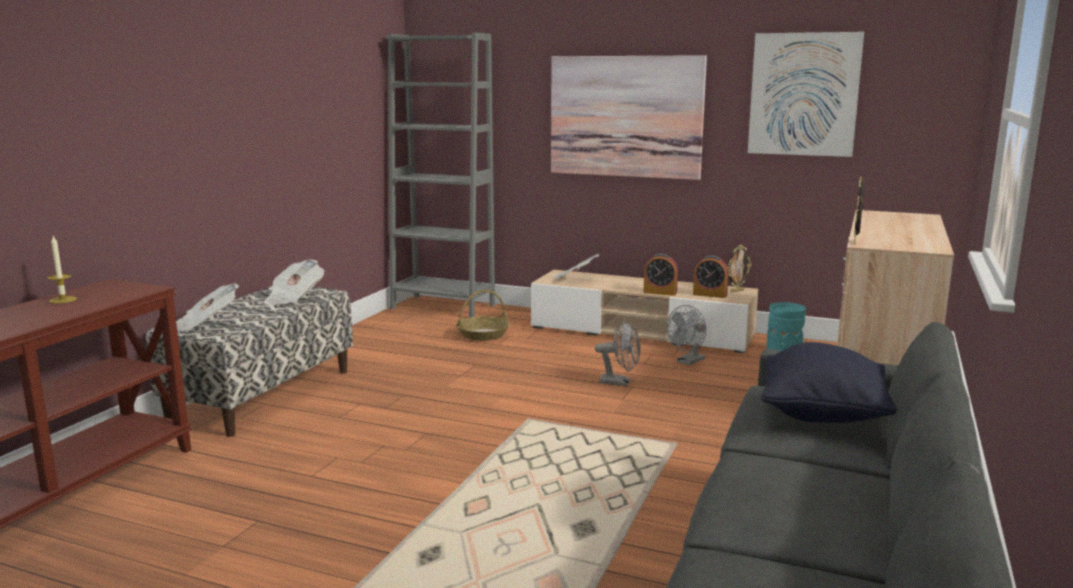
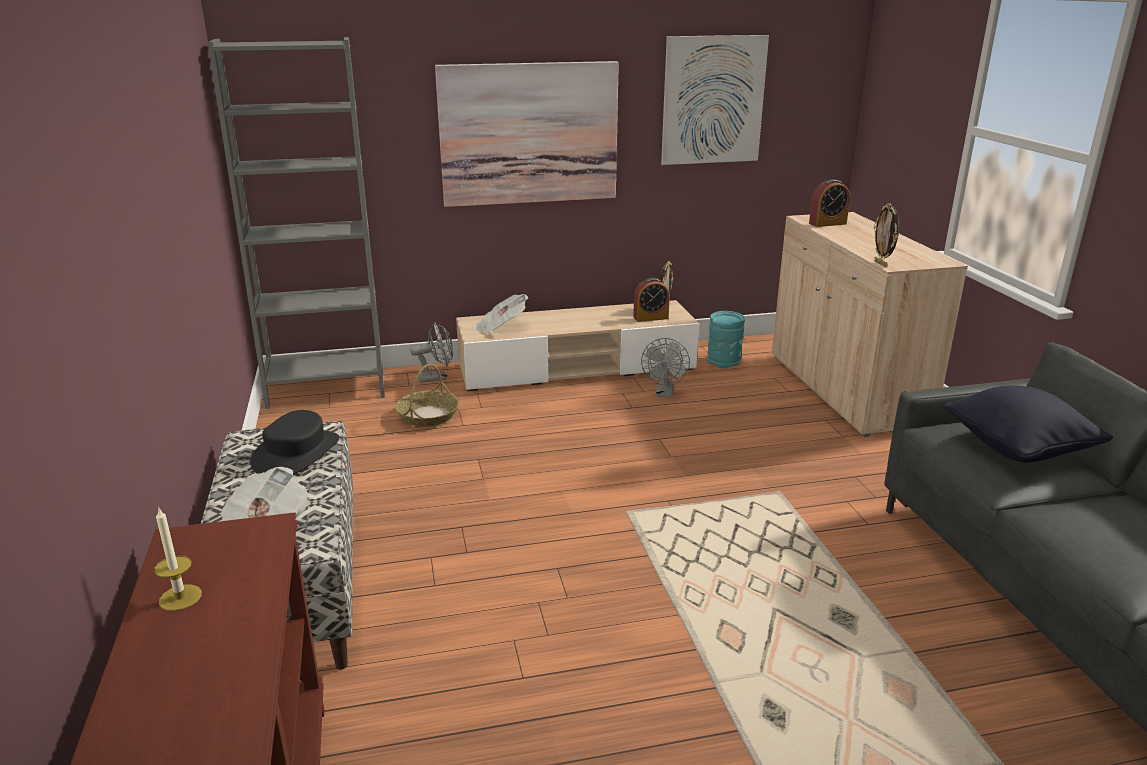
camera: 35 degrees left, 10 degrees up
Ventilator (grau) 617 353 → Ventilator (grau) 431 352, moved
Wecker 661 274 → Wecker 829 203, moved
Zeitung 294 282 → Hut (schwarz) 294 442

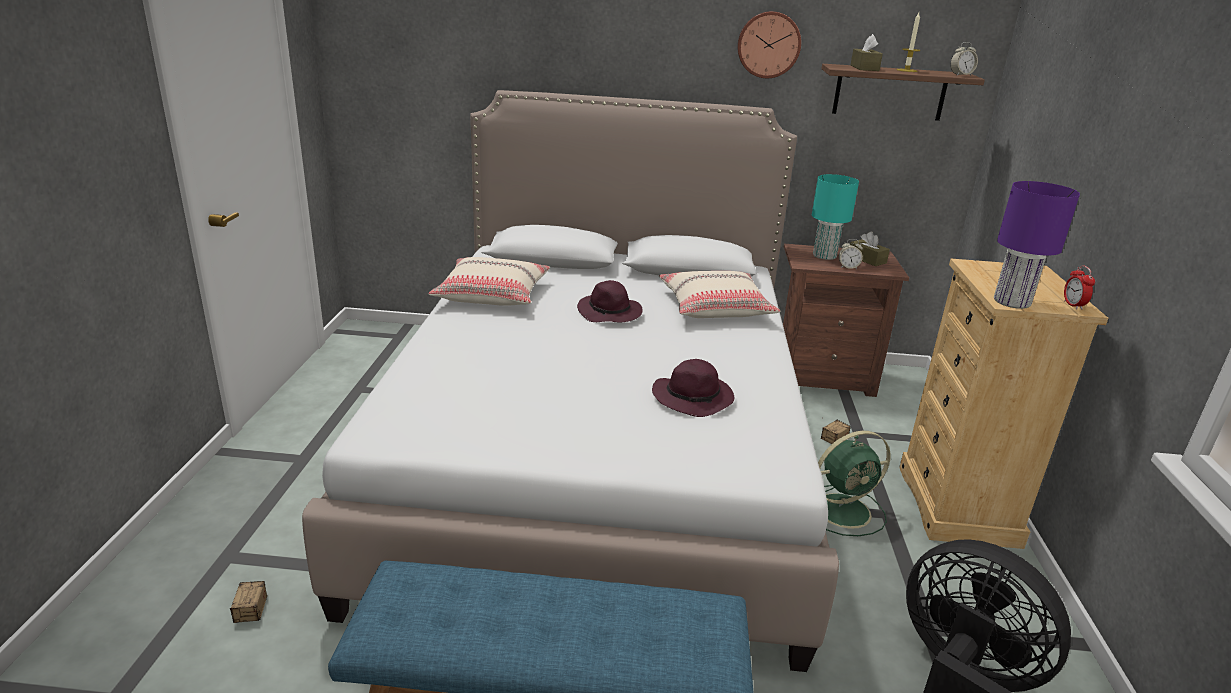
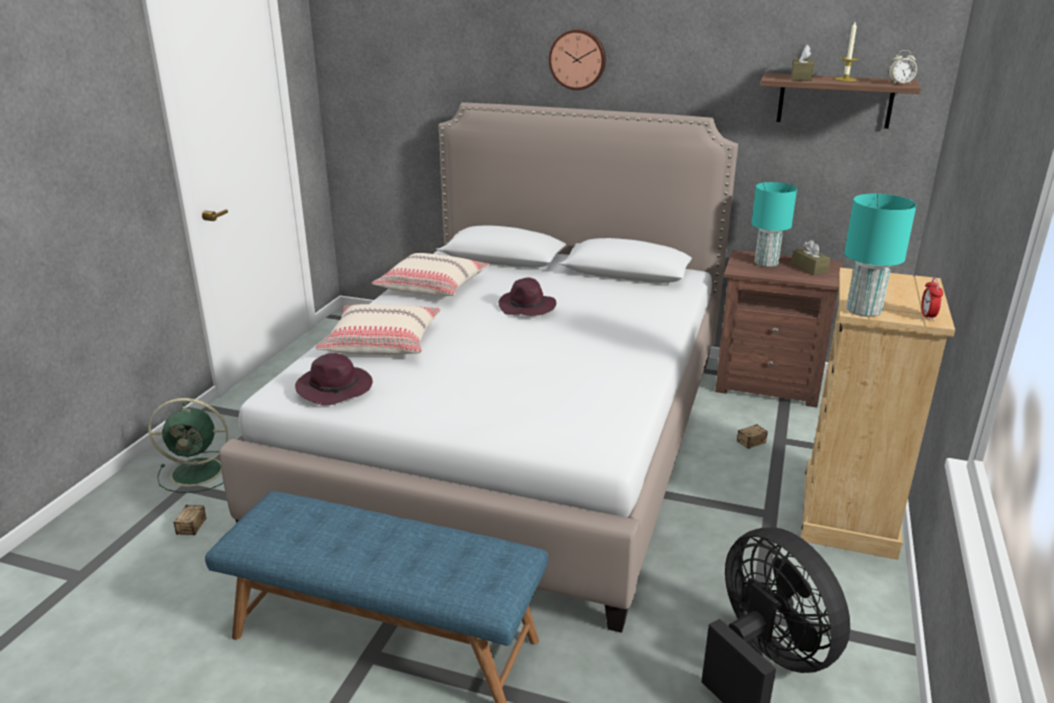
camera: 15 degrees right, 0 degrees up
Wecker 851 254 → -
Hut (lila) 693 388 → Hut (lila) 334 379, moved
Kissen (beige) 719 294 → Kissen (beige) 378 329, moved
Wanduhr 769 44 → Wanduhr 577 59, moved
Ventilator (grün) 854 483 → Ventilator (grün) 188 445, moved
Tischlampe (lila) 1037 245 → Tischlampe (türkis) 880 255

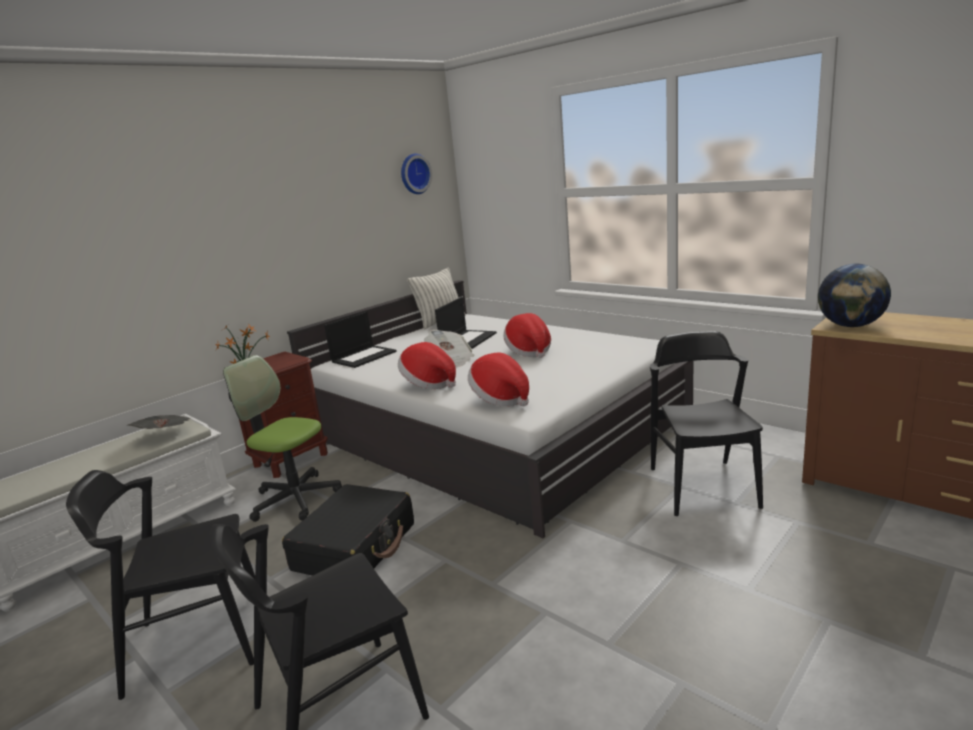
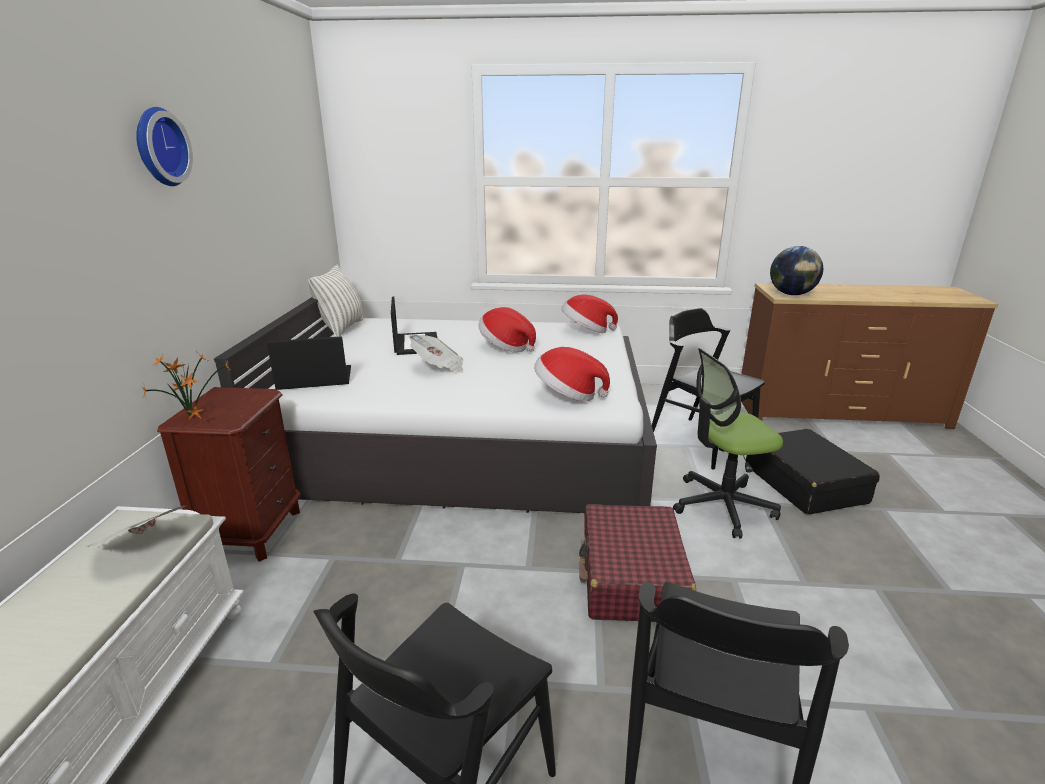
camera: 40 degrees left, 5 degrees up
- → Koffer (rot) 637 563
Bürostuhl 282 438 → Bürostuhl 728 443, moved
Koffer (schwarz) 348 530 → Koffer (schwarz) 813 472, moved
Hut 427 365 → Hut 589 313, moved
Wanduhr 416 174 → Wanduhr 164 146, moved
Laptop 360 340 → Laptop 309 363, 105 degrees counterclockwise

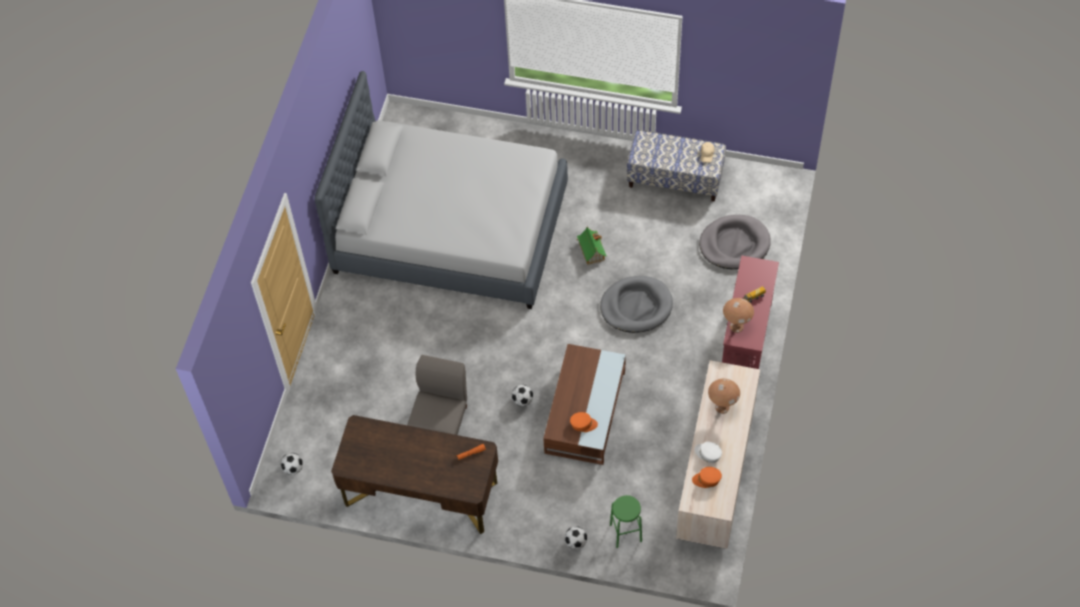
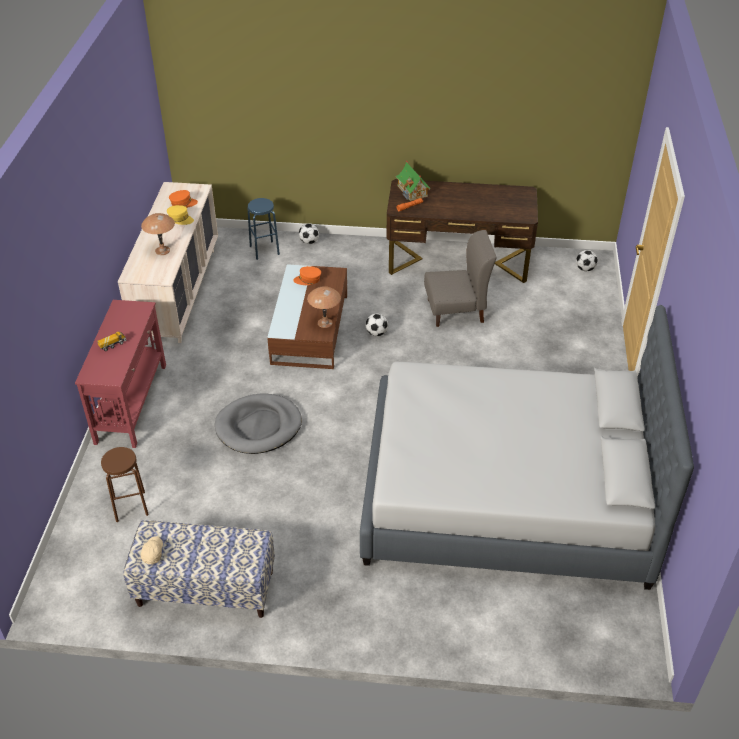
camera: 170 degrees right, 15 degrees down
Spielzeughaus 591 246 → Spielzeughaus 413 180, moved
Tischlampe (braun) 738 315 → Tischlampe (braun) 324 307, moved
Hundebett (grau) 735 242 → Hocker (braun) 125 484
Hocker (grün) 626 521 → Hocker (blau) 263 229
Kappe (weiß) 708 452 → Kappe (gelb) 180 215
Stuhl (grau) 437 395 → Stuhl (grau) 460 278, 105 degrees counterclockwise

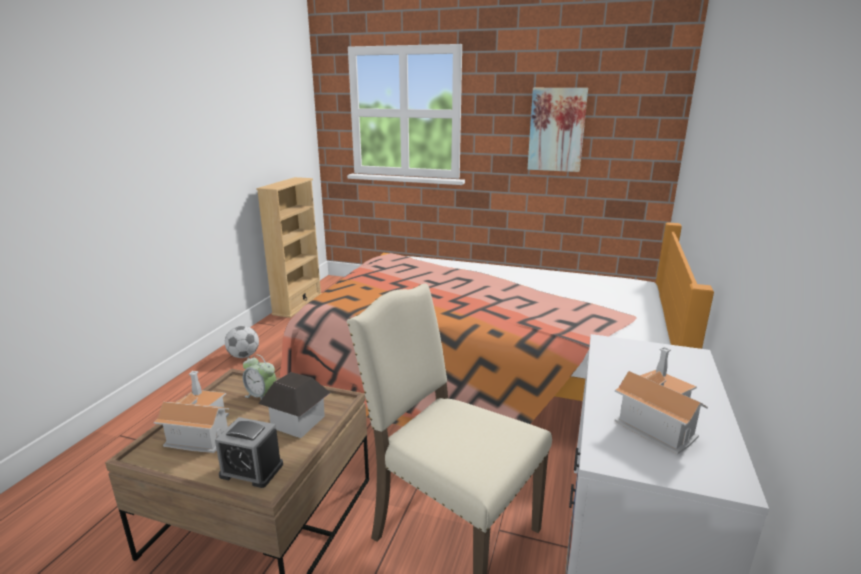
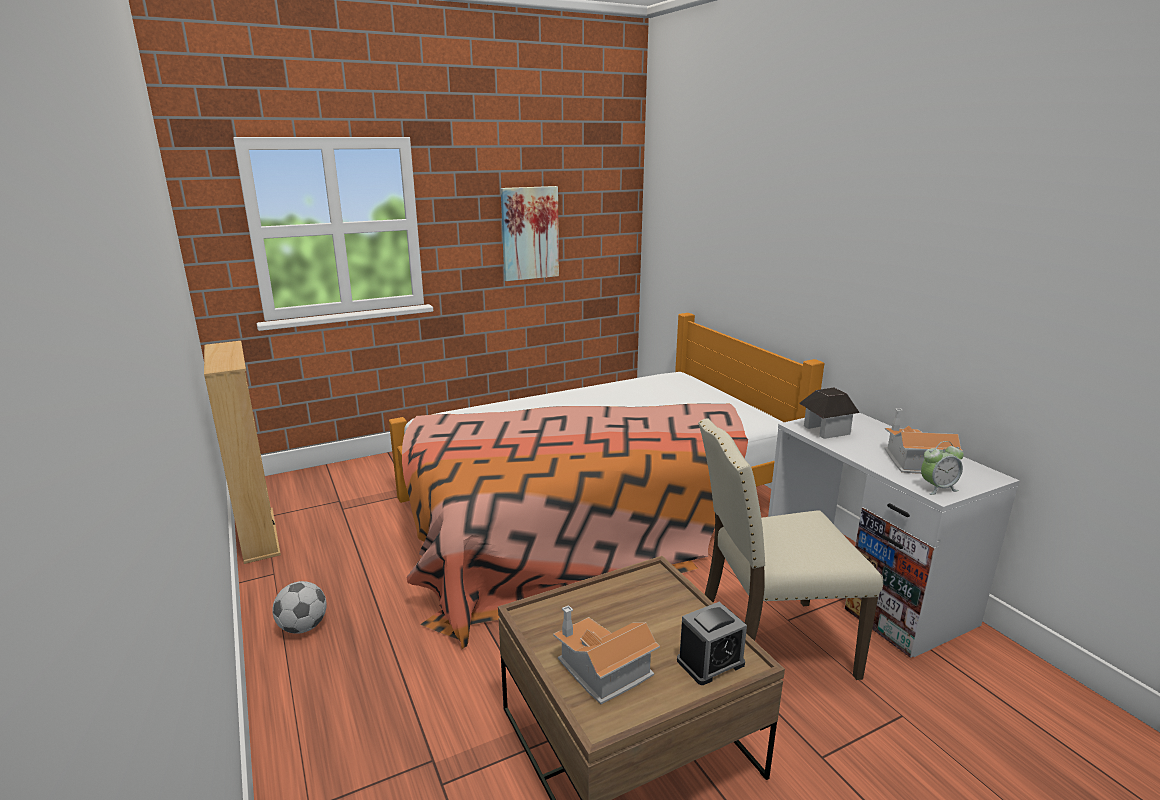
camera: 45 degrees left, 0 degrees up
Wecker 259 376 → Wecker 942 468, moved
Spielzeughaus 294 405 → Spielzeughaus 829 413, moved

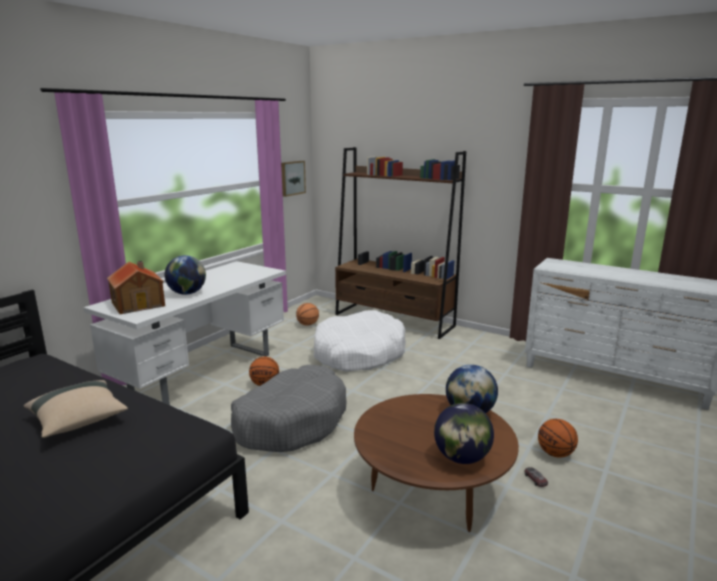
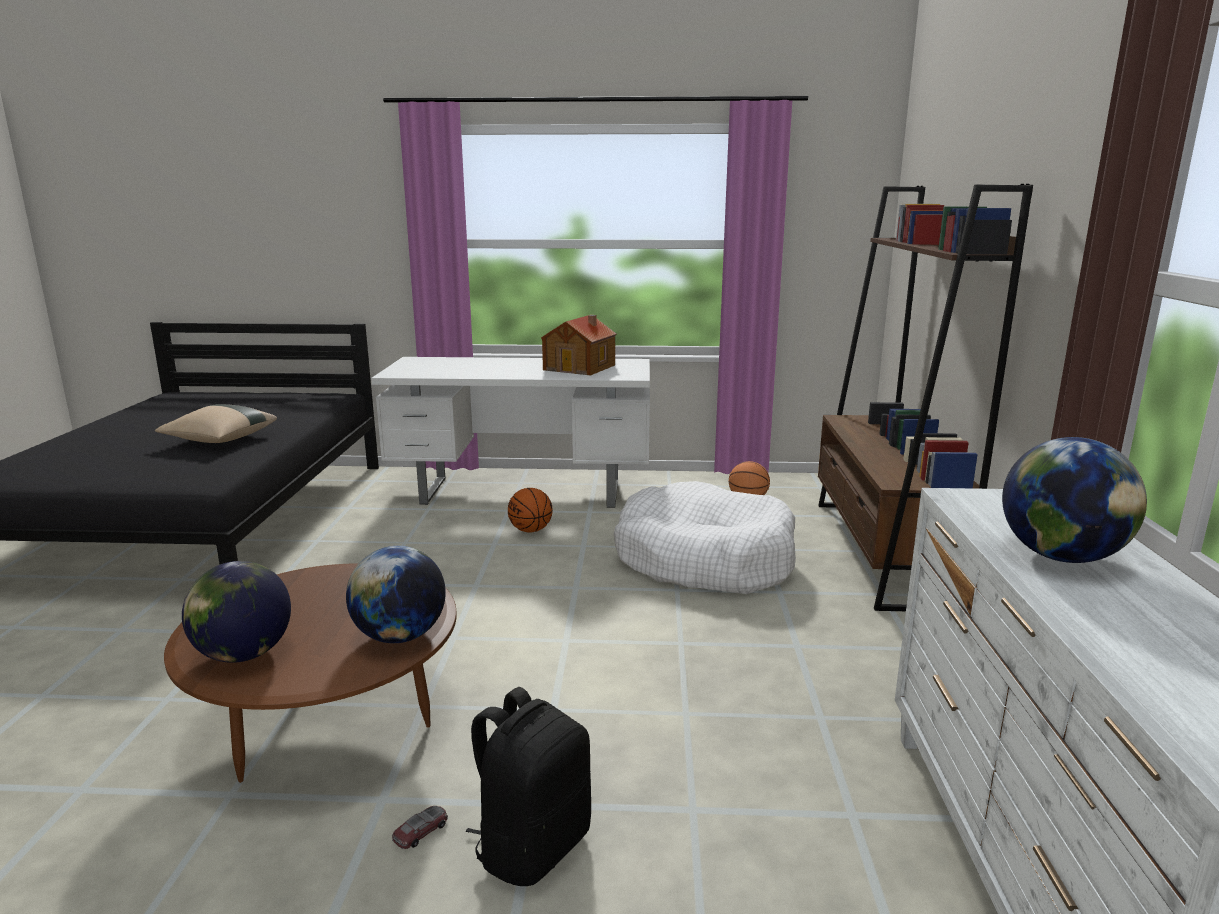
camera: 60 degrees right, 0 degrees up
Hundebett (grau) 289 408 → -
Bild 293 179 → -
Spielzeughaus 136 287 → Spielzeughaus 578 345, moved
Globus 185 275 → Globus 1074 500, moved
Basketball 558 438 → Rucksack (schwarz) 528 786

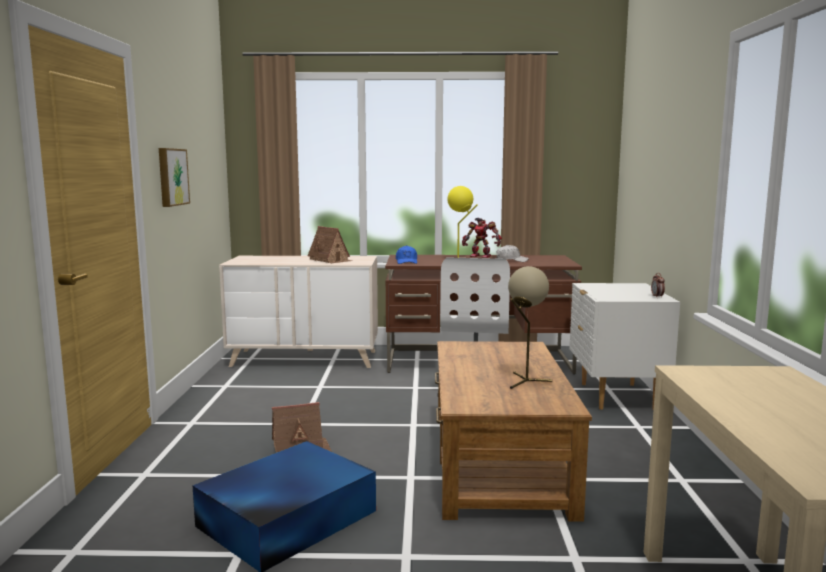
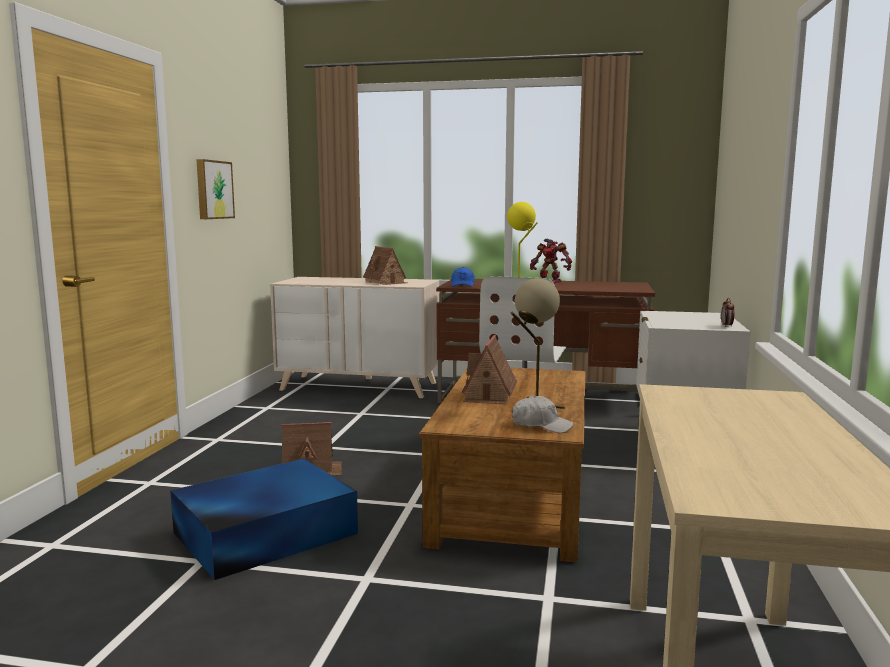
camera: 10 degrees right, 0 degrees up
- → Spielzeughaus 489 370
Kappe (weiß) 512 253 → Kappe (weiß) 543 414, moved

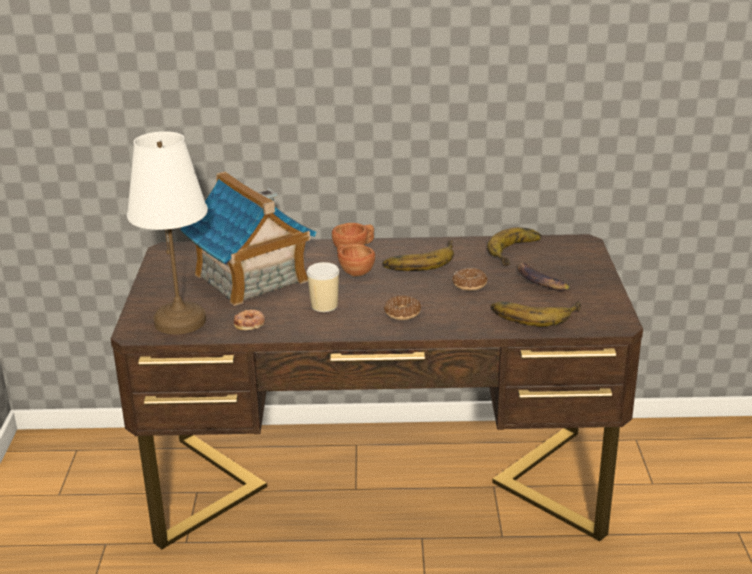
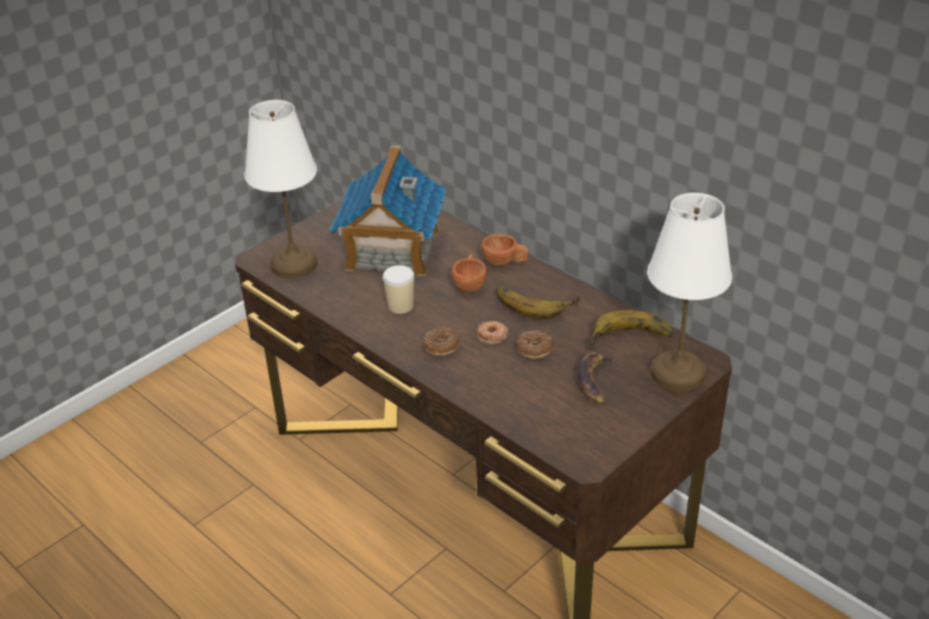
camera: 45 degrees right, 10 degrees up
Banane 536 314 → -
- → Tischlampe (weiß) 689 292
Donut 249 320 → Donut 492 332, moved

